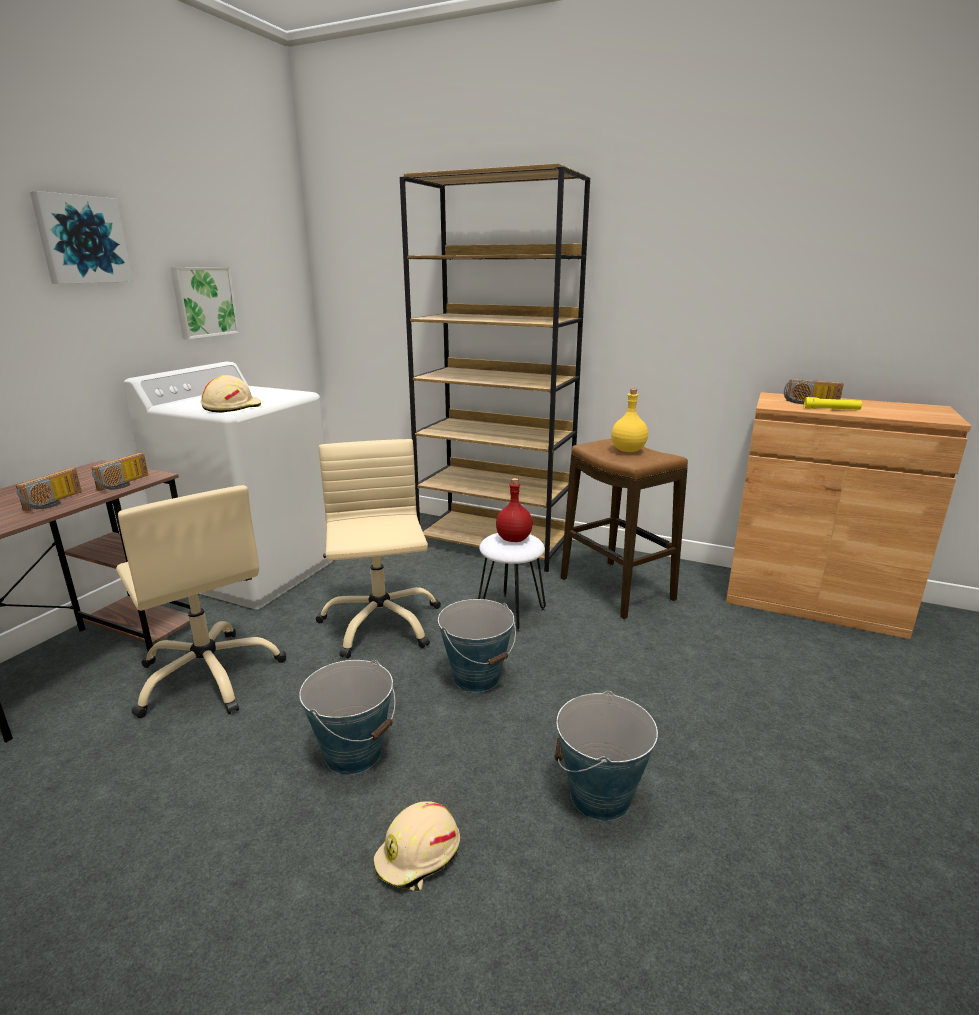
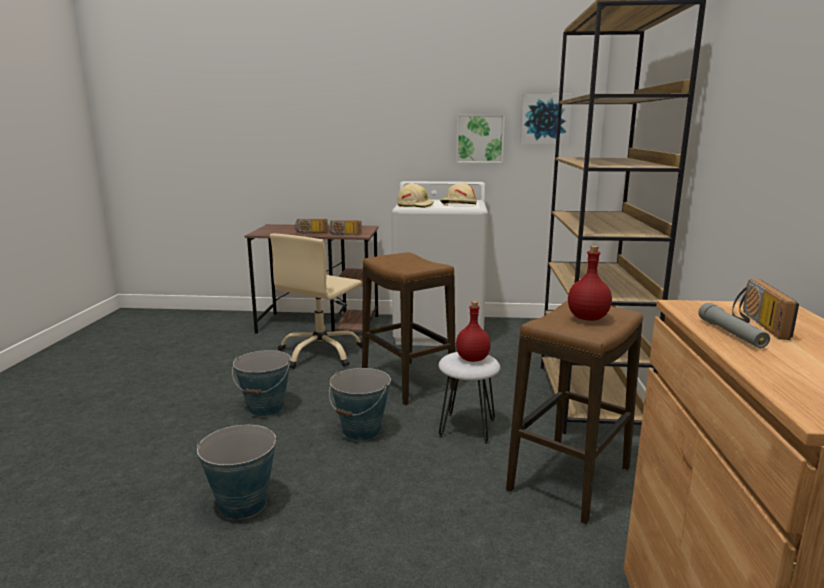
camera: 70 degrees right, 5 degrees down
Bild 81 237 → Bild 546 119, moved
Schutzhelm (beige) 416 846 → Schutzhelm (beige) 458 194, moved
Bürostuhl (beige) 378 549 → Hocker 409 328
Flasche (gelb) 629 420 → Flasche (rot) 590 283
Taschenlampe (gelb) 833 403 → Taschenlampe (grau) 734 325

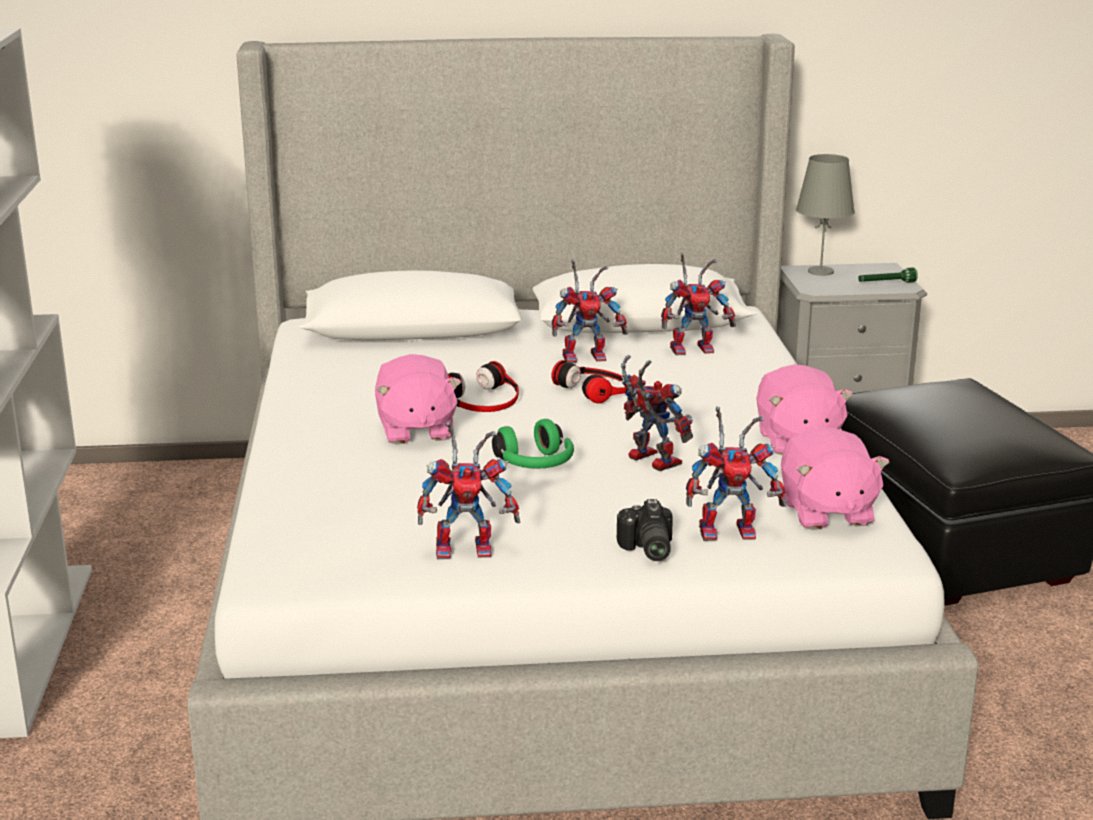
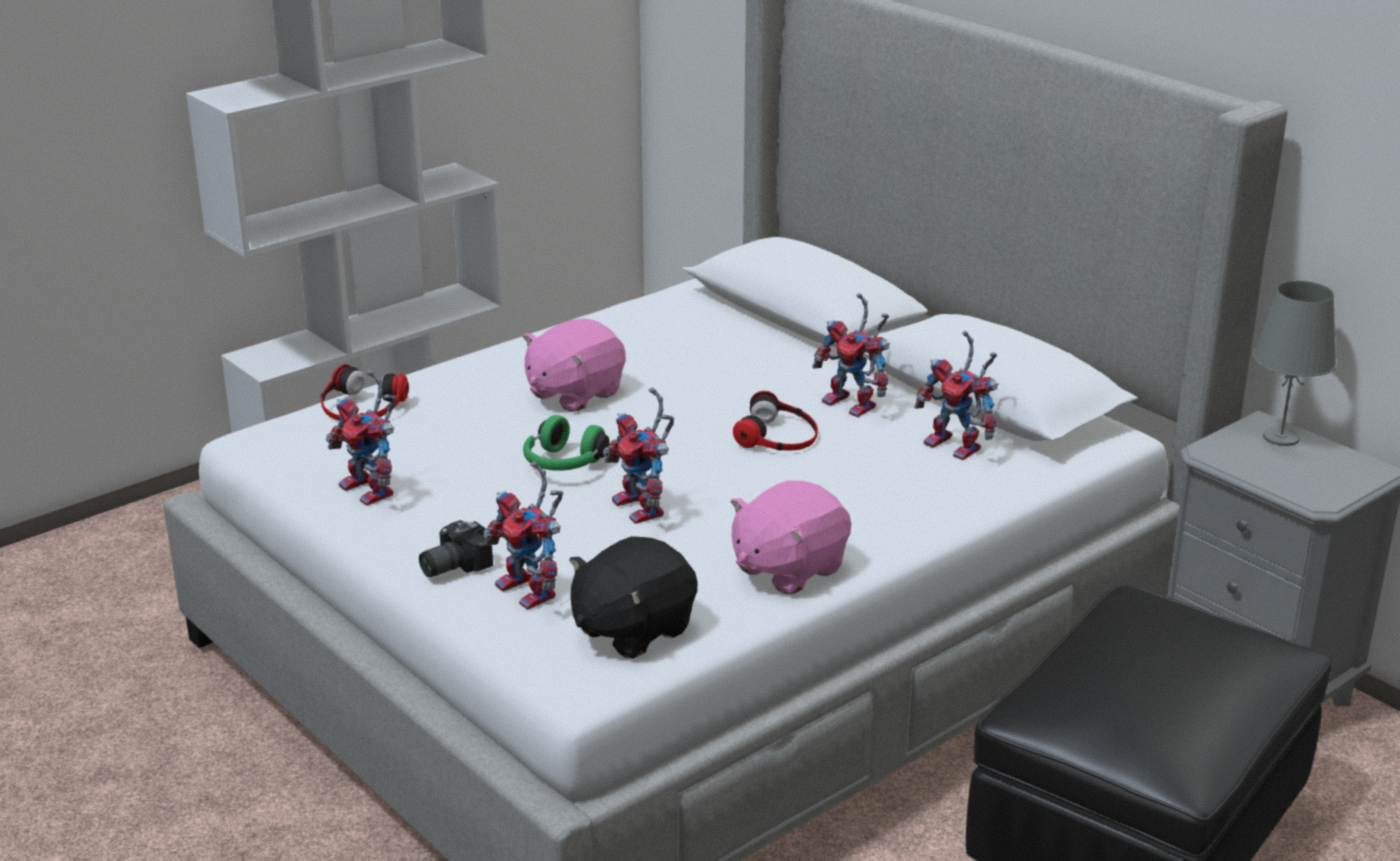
camera: 55 degrees right, 5 degrees up
Taschenlampe (grün) 888 275 → -
Kopfhörer 483 386 → Kopfhörer 364 392, moved
Plüschtier (rosa) 835 478 → Plüschtier (schwarz) 633 597
Spielzeugroboter 657 413 → Spielzeugroboter 638 455, 135 degrees clockwise

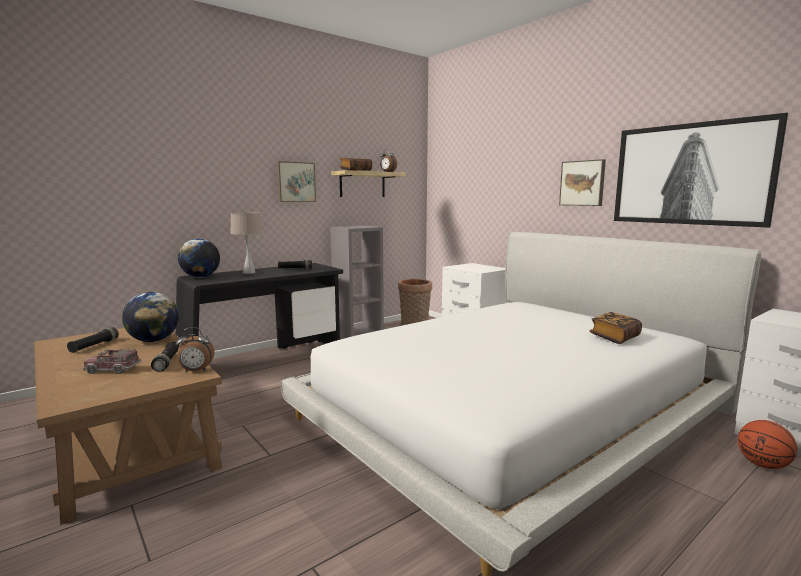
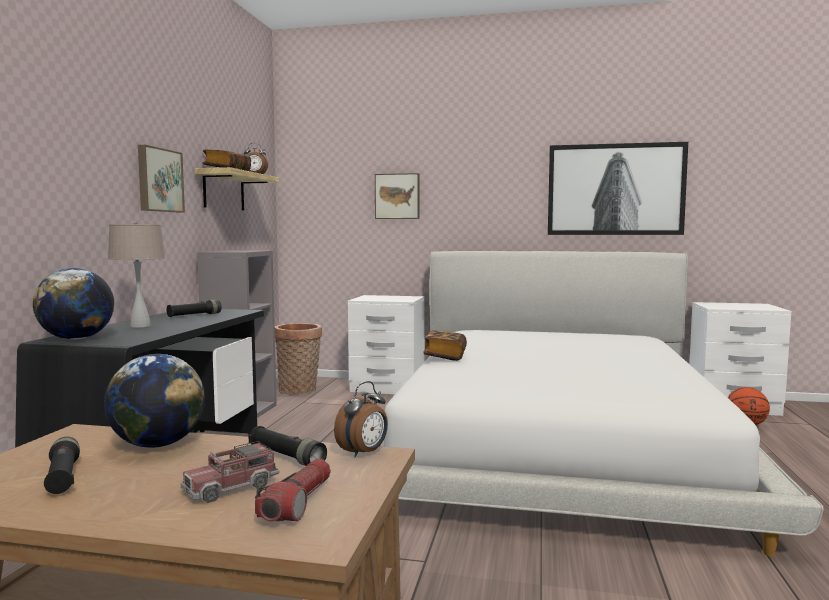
camera: 40 degrees left, 5 degrees down
- → Taschenlampe 293 490
Bild 582 182 → Bild 397 196, moved
Buch 616 328 → Buch 445 345, moved

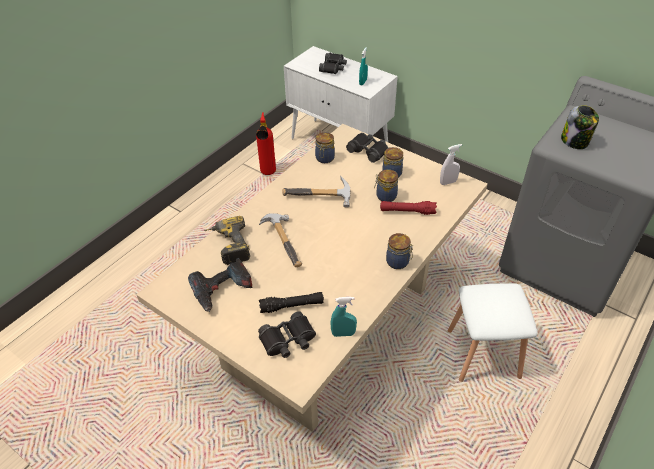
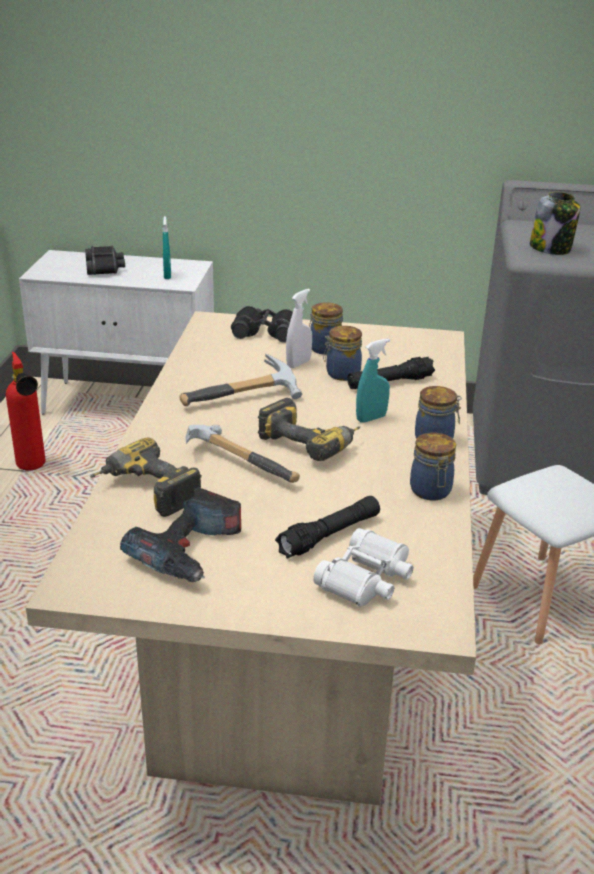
camera: 30 degrees left, 15 degrees down
- → Bohrmaschine 309 429
Vorratsglas 325 147 → Vorratsglas 433 466, moved
Sprühflasche (türkis) 343 317 → Sprühflasche (türkis) 373 380, moved
Sprühflasche (weiß) 451 164 → Sprühflasche (weiß) 299 328, moved
Fernglas (schwarz) 287 334 → Fernglas (weiß) 363 567
Taschenlampe (rot) 408 208 → Taschenlampe (schwarz) 391 373

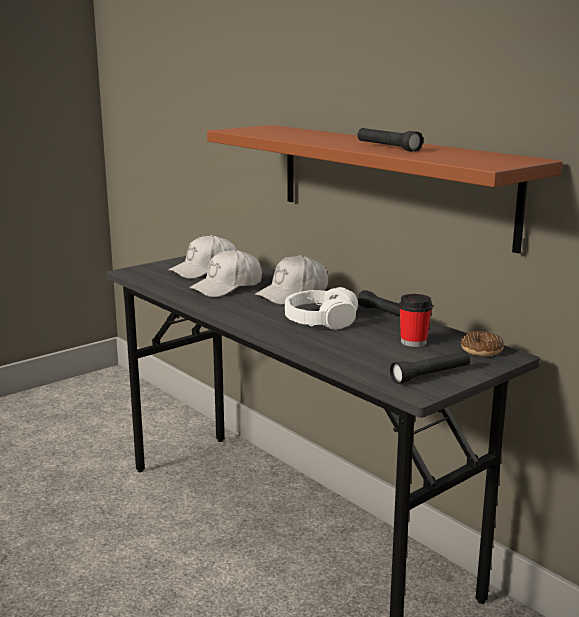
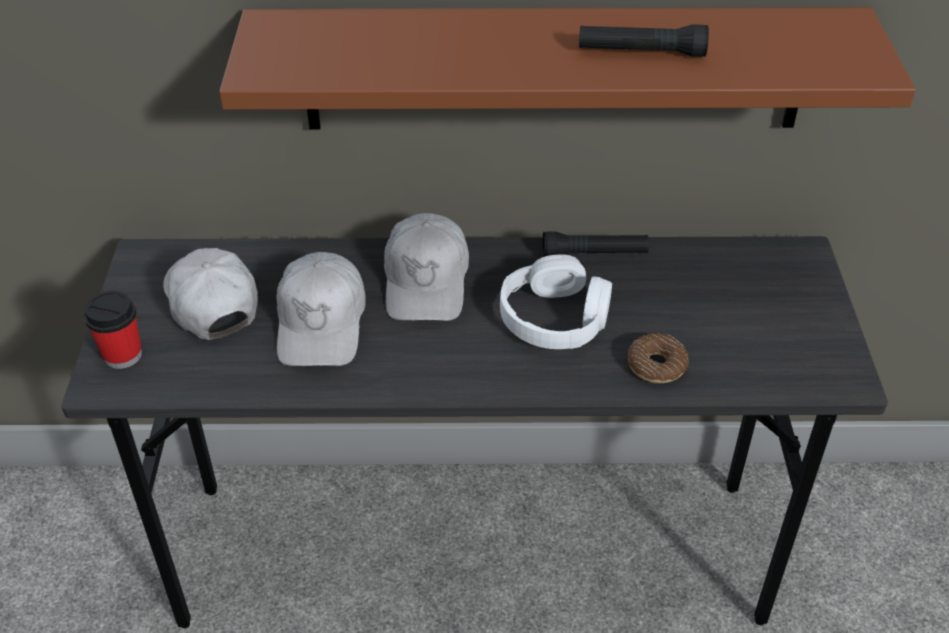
camera: 50 degrees left, 25 degrees up
Taschenlampe (schwarz) 430 367 → -
Tasse 415 320 → Tasse 113 330, moved
Donut 482 343 → Donut 658 358, moved
Kappe (weiß) 202 257 → Kappe (weiß) 210 294, 150 degrees clockwise

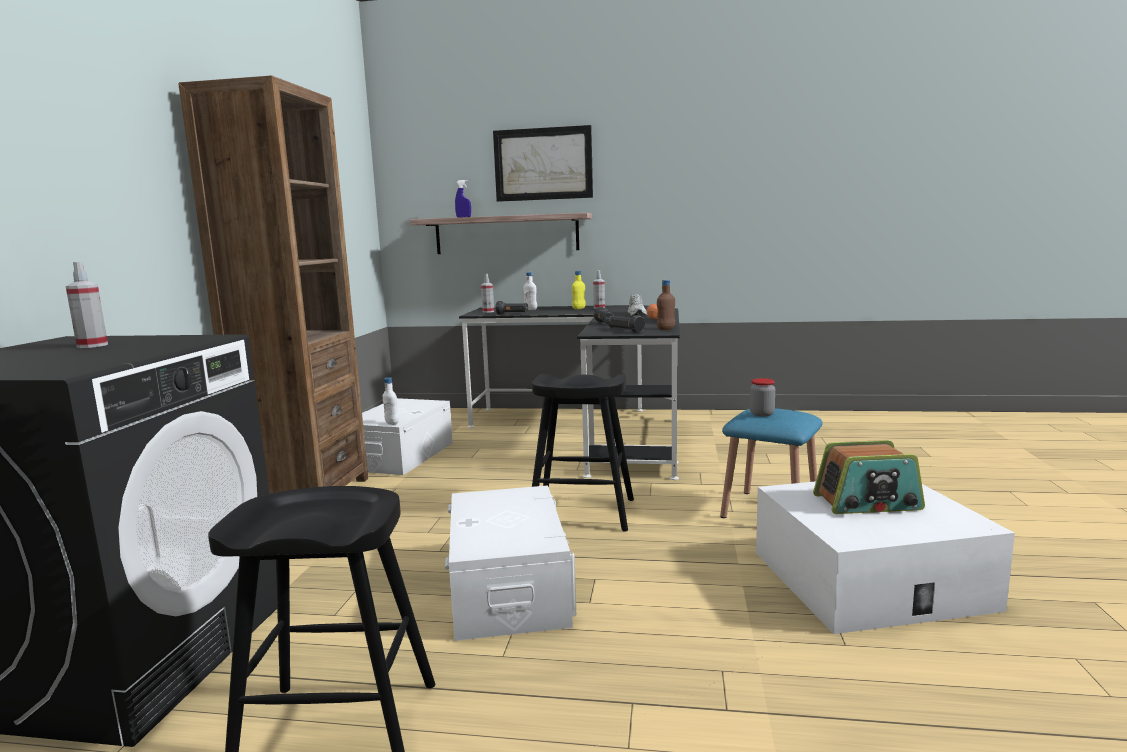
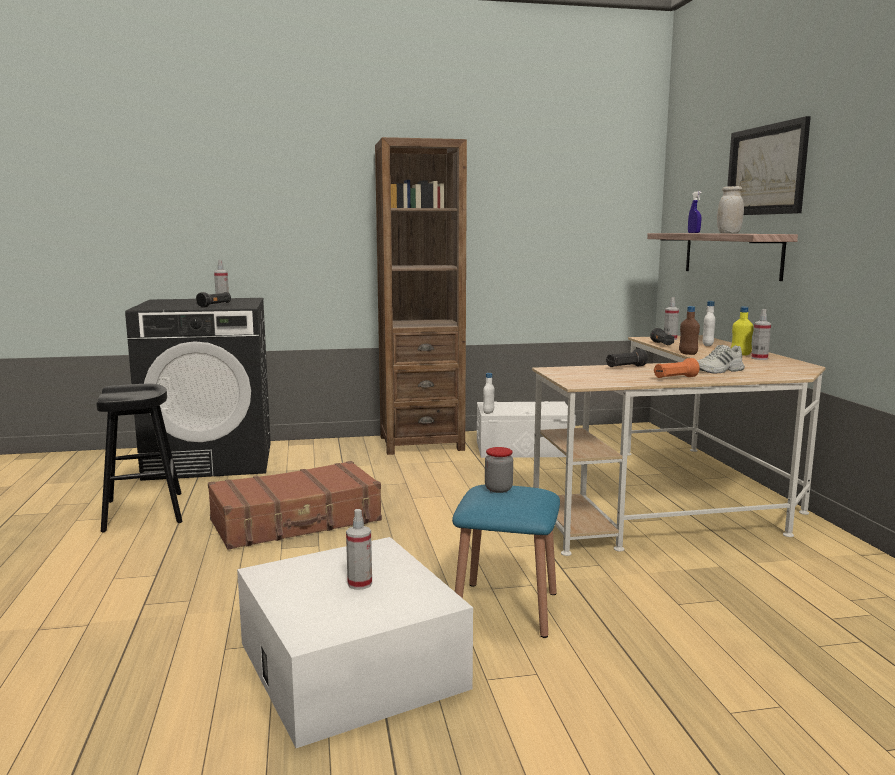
camera: 70 degrees right, 0 degrees up
Hocker (schwarz) 583 453 → -
- → Vorratsglas (weiß) 730 209
Taschenlampe (schwarz) 626 324 → Taschenlampe (schwarz) 213 300, moved
Flasche (braun) 666 305 → Flasche (braun) 689 330, moved
Aufbewahrungsbox (weiß) 510 563 → Koffer (braun) 295 505
Radio 869 477 → Sprühflasche 359 549
Schreibtisch (schwarz) 569 392 → Schreibtisch (beige) 679 445

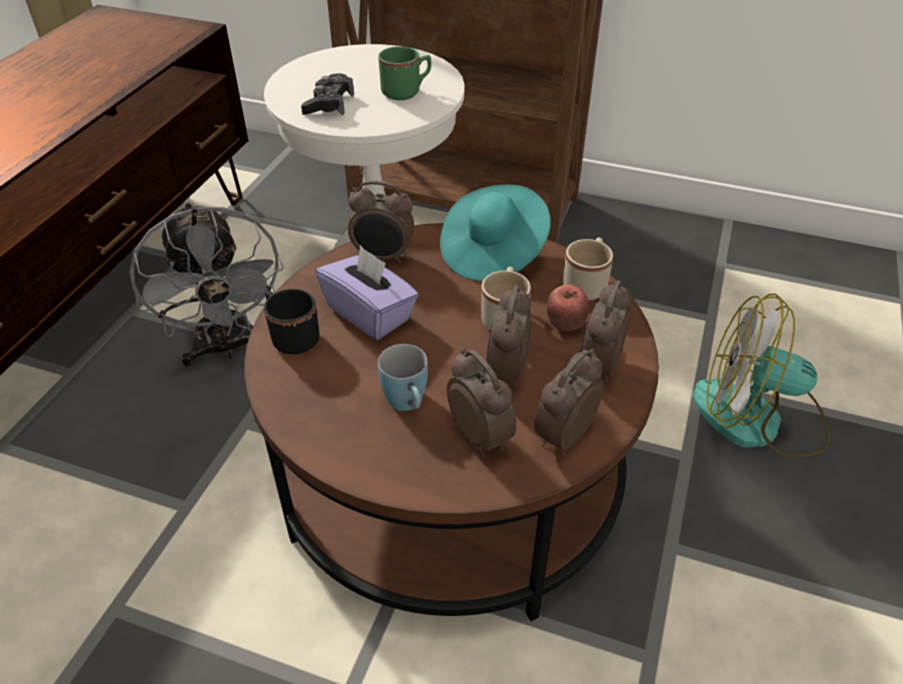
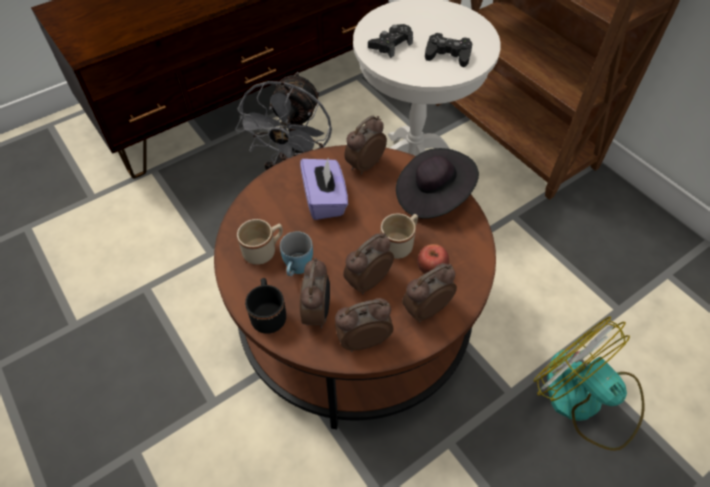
camera: 35 degrees right, 10 degrees up
Henkelbecher (schwarz) 291 321 → Henkelbecher (schwarz) 265 306, moved
Henkelbecher (beige) 588 269 → Henkelbecher (beige) 260 242, moved
Henkelbecher (grün) 404 73 → Gamepad (schwarz) 448 50
Hut (türkis) 495 233 → Hut (schwarz) 437 183
Wecker 381 222 → Wecker 365 145, 90 degrees clockwise

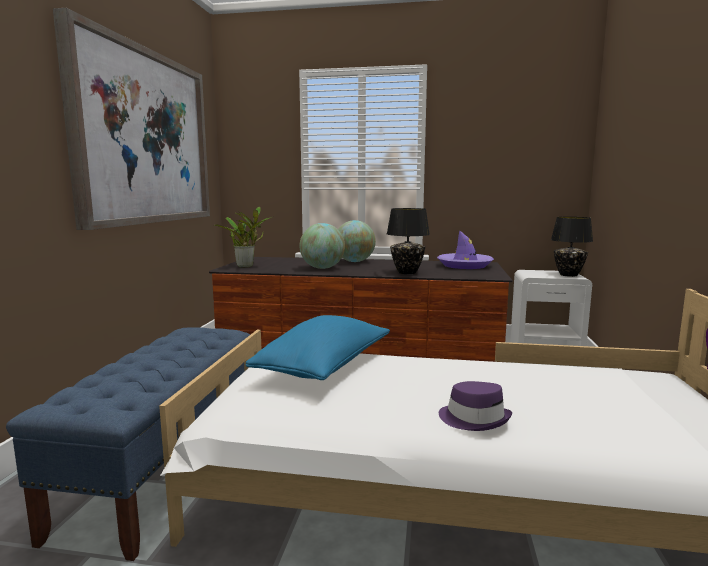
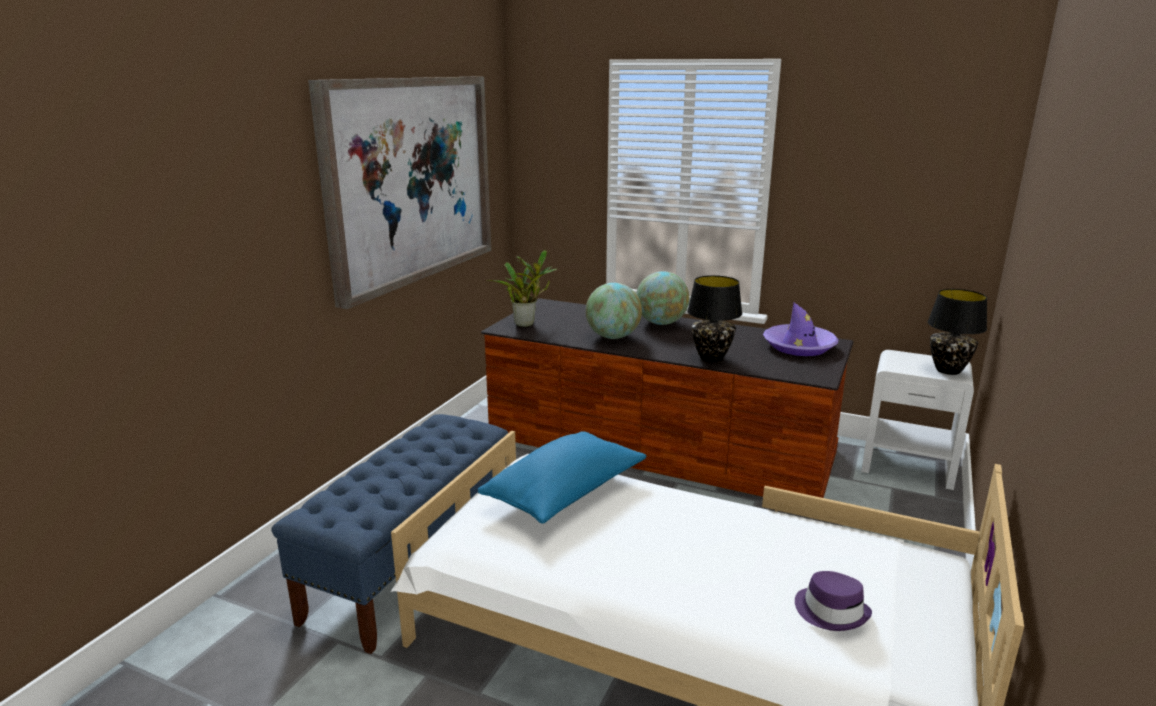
camera: 15 degrees right, 10 degrees up
Hut (lila) 475 406 → Hut (lila) 833 601, moved

